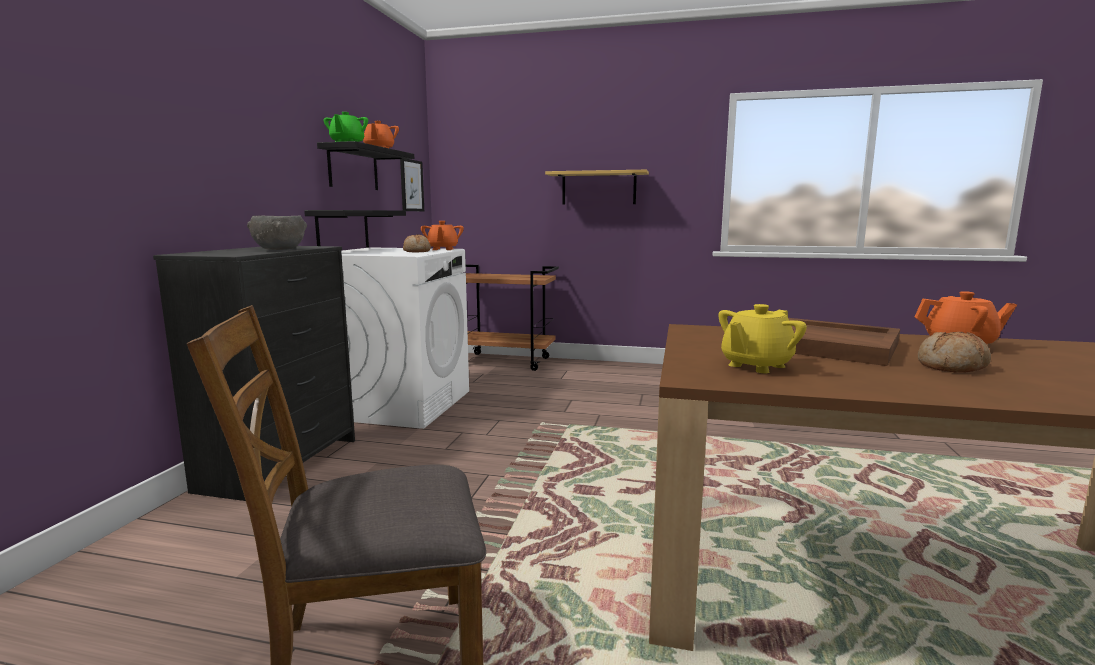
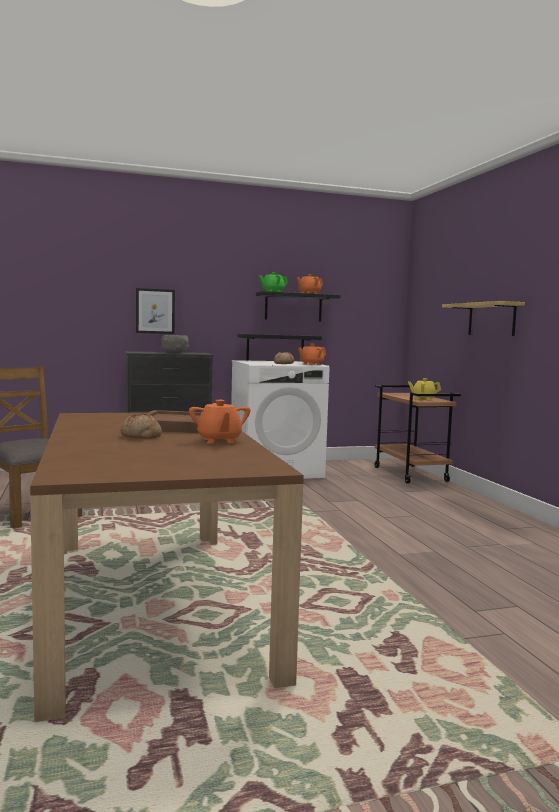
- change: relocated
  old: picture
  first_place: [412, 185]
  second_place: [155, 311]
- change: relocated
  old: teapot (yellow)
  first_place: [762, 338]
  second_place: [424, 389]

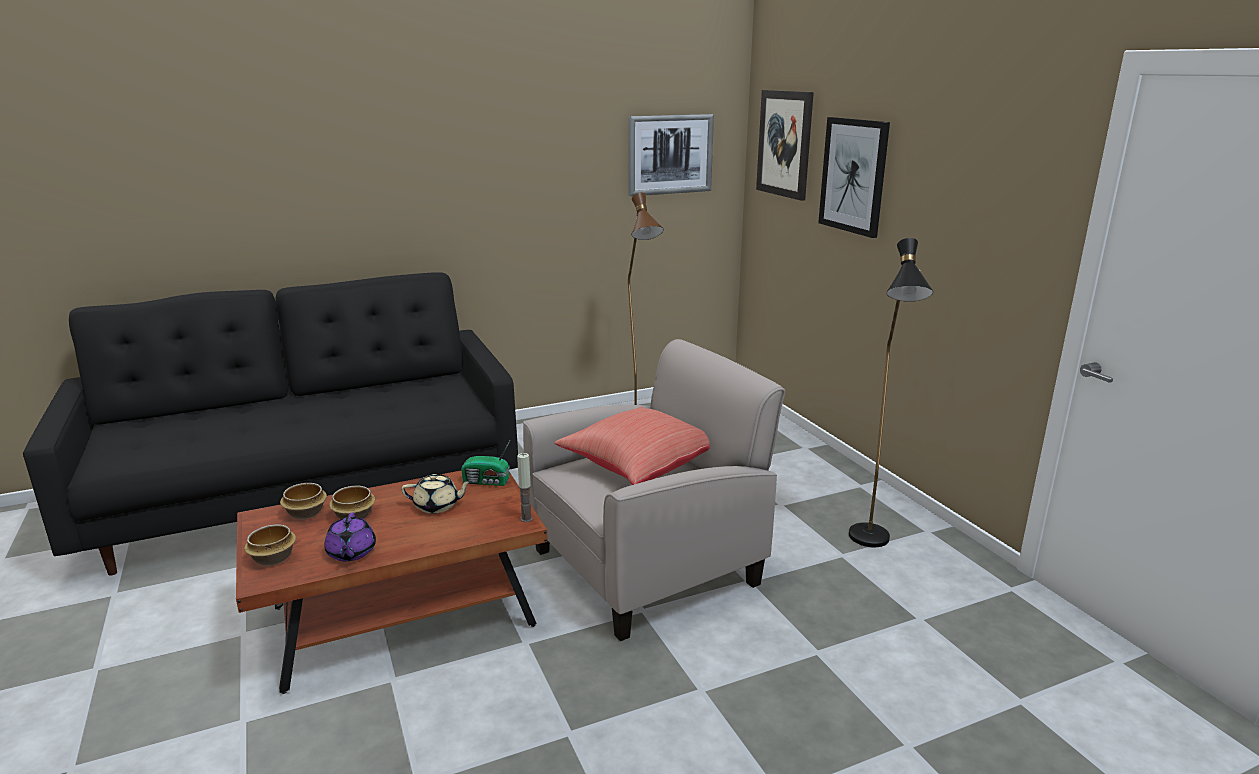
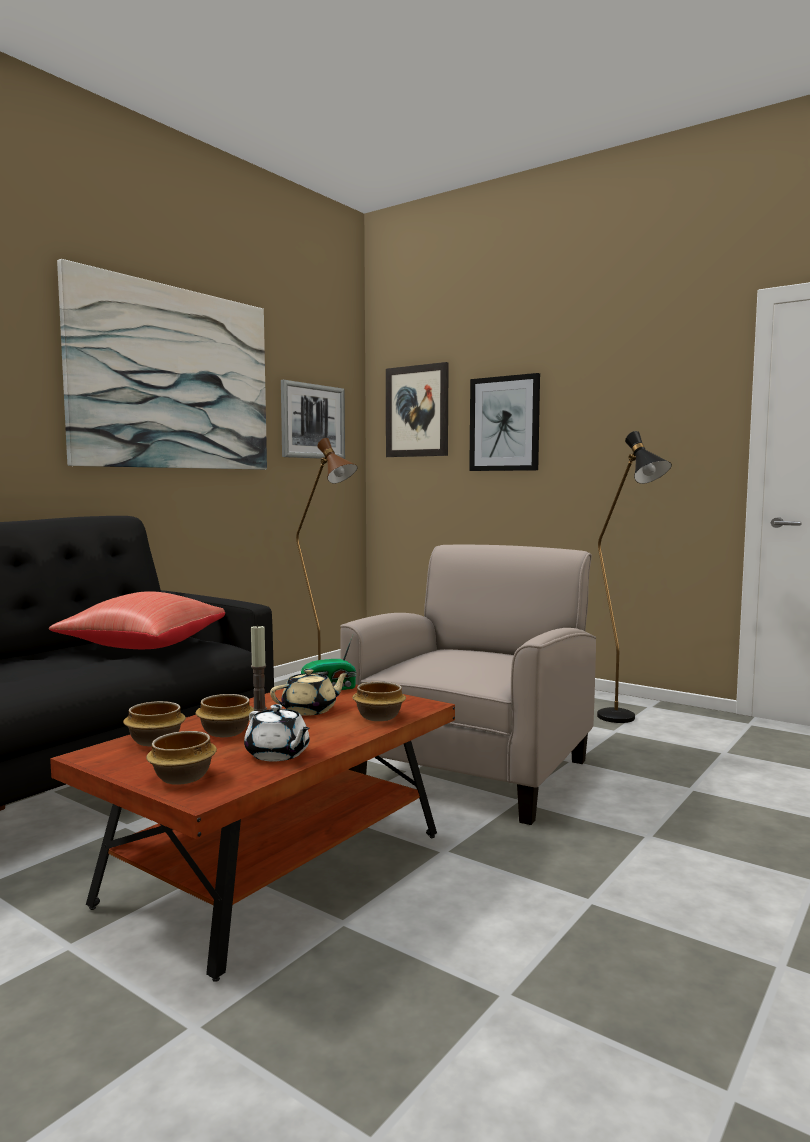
- change: relocated
  old: pillow (red)
  first_place: [632, 446]
  second_place: [137, 620]
- change: relocated
  old: candle
  first_place: [525, 487]
  second_place: [259, 667]
- change: colour
  old: teapot (purple)
  new: teapot (white)
  first_place: [350, 537]
  second_place: [277, 733]
- change: appeared
  new: picture
  second_place: [162, 364]
- change: appeared
  new: bowl
  second_place: [379, 701]

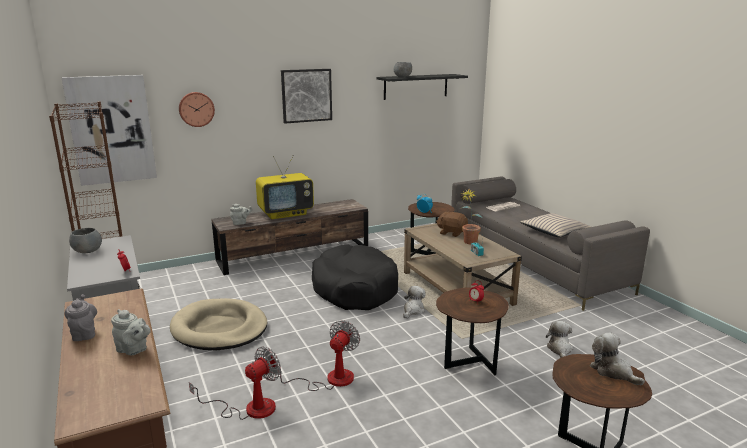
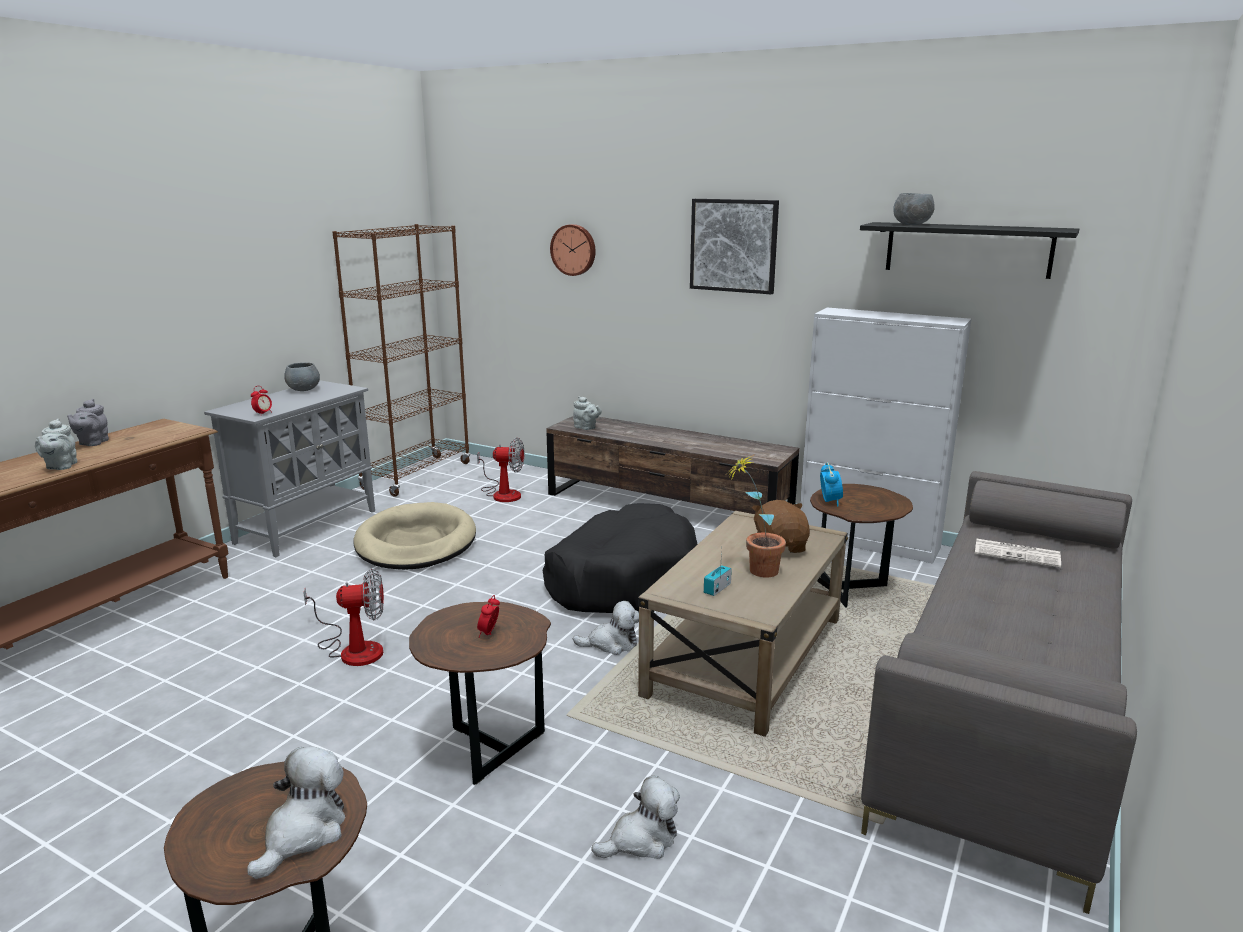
- change: missing
  old: picture
  first_place: [109, 130]
- change: missing
  old: television
  first_place: [285, 187]
- change: missing
  old: pillow (beige)
  first_place: [555, 225]
- change: spun
  old: teapot (grey)
  first_place: [80, 317]
  second_place: [88, 422]
  degrees: 150
- change: relocated
  old: fan
  first_place: [235, 383]
  second_place: [500, 470]
- change: appeared
  new: cabinet (white)
  second_place: [886, 436]

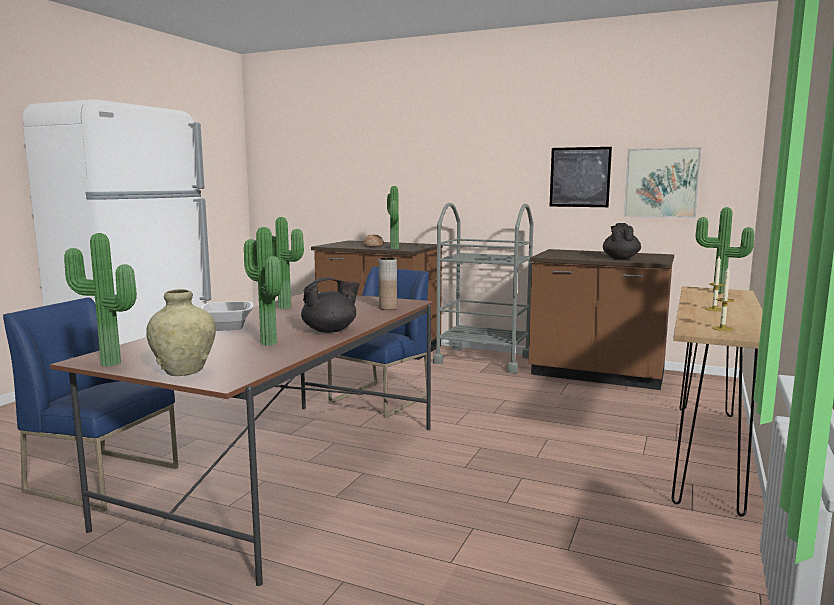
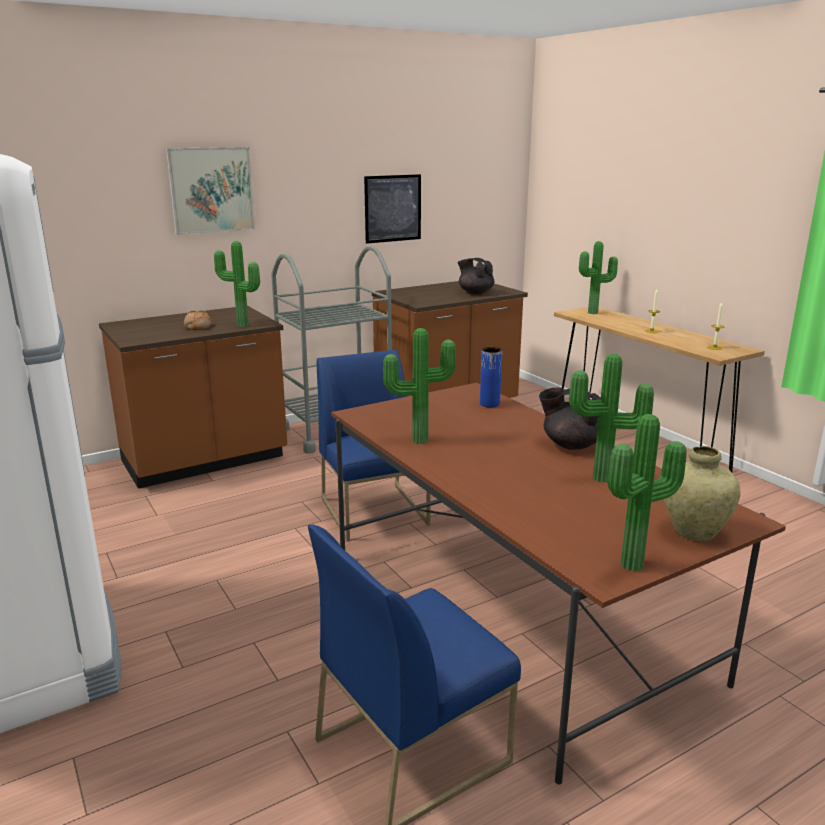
- change: relocated
  old: picture
  first_place: [663, 182]
  second_place: [210, 191]
- change: colour
  old: vase (brown)
  new: vase (blue)
  first_place: [388, 283]
  second_place: [491, 377]
- change: spun
  old: teapot (black)
  first_place: [330, 305]
  second_place: [570, 419]
  degrees: -75
- change: missing
  old: bowl
  first_place: [227, 316]

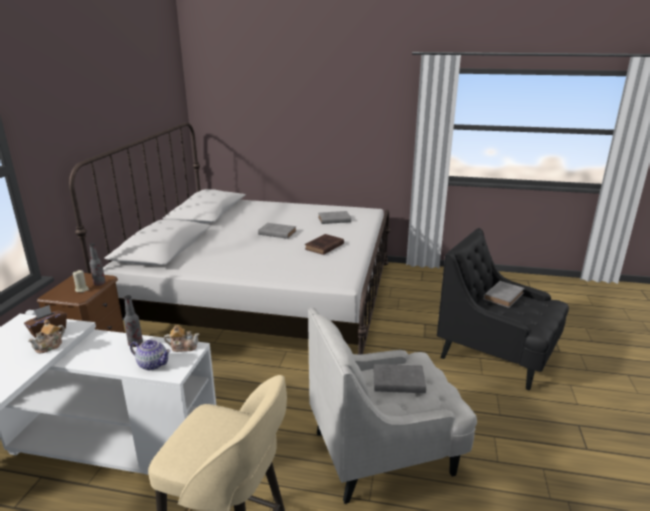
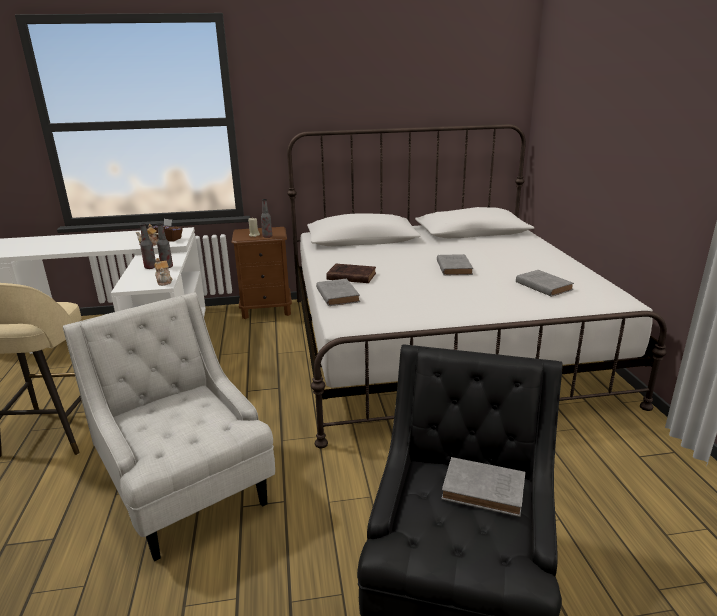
- change: relocated
  old: book (brown)
  first_place: [324, 244]
  second_place: [351, 273]
- change: missing
  old: teapot
  first_place: [150, 355]
- change: relocated
  old: book (grey)
  first_place: [400, 378]
  second_place: [338, 292]
- change: appeared
  new: bottle
  second_place: [148, 246]

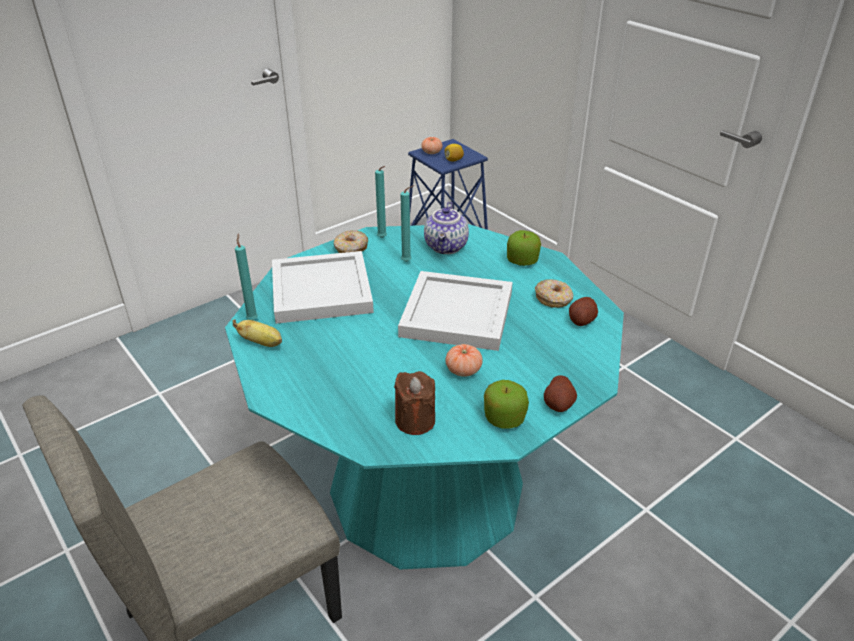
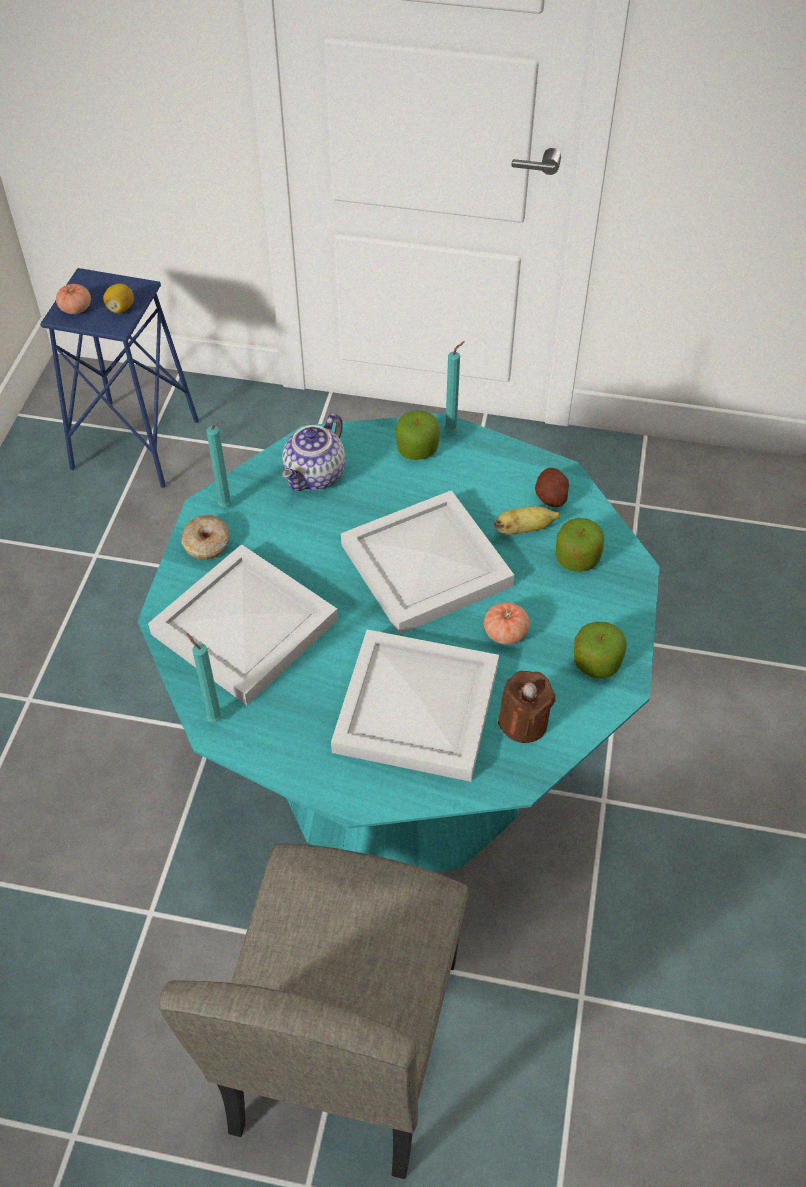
- change: relocated
  old: candle (turquoise)
  first_place: [407, 223]
  second_place: [454, 387]
- change: spun
  old: teapot
  first_place: [446, 227]
  second_place: [313, 452]
  degrees: 60
- change: missing
  old: donut
  first_place: [554, 293]
- change: relocated
  old: banana
  first_place: [257, 333]
  second_place: [527, 520]
- change: missing
  old: potato
  first_place: [560, 393]
- change: appeared
  new: apple
  second_place: [580, 545]
- change: appeared
  new: tray (white)
  second_place: [415, 706]

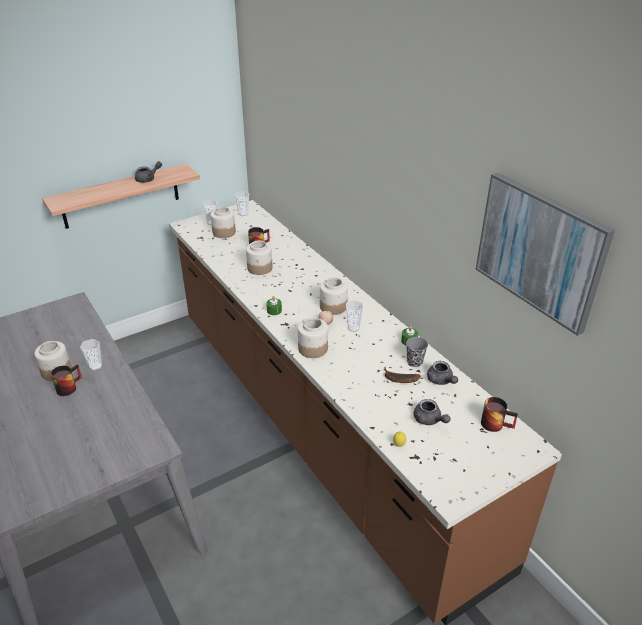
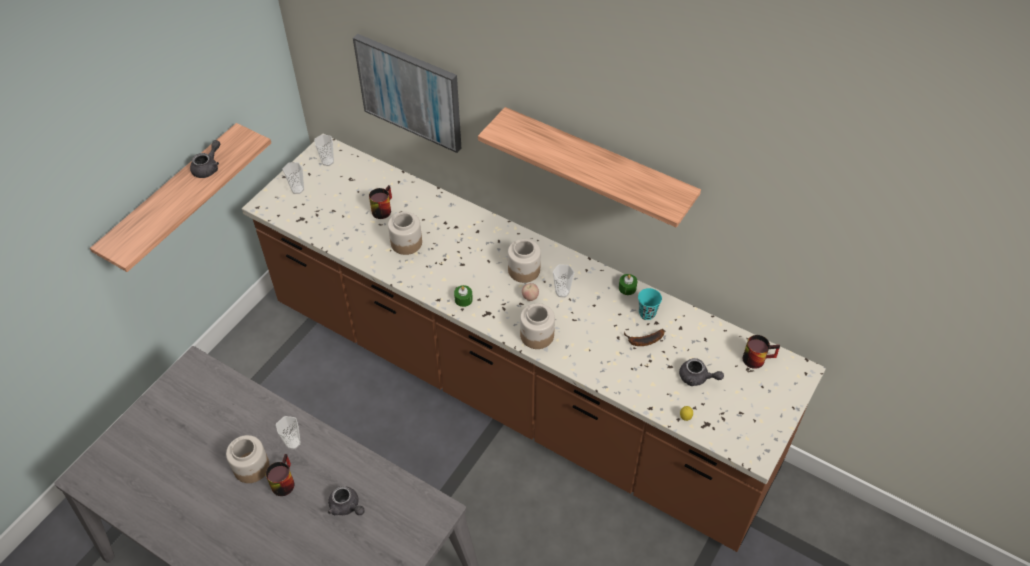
- change: relocated
  old: picture
  first_place: [545, 254]
  second_place: [407, 93]
- change: missing
  old: jar
  first_place: [223, 222]
- change: colour
  old: cup (grey)
  new: cup (turquoise)
  first_place: [417, 352]
  second_place: [650, 304]
- change: relocated
  old: teapot (grey)
  first_place: [442, 373]
  second_place: [346, 500]
- change: appeared
  new: shelf
  second_place: [589, 167]

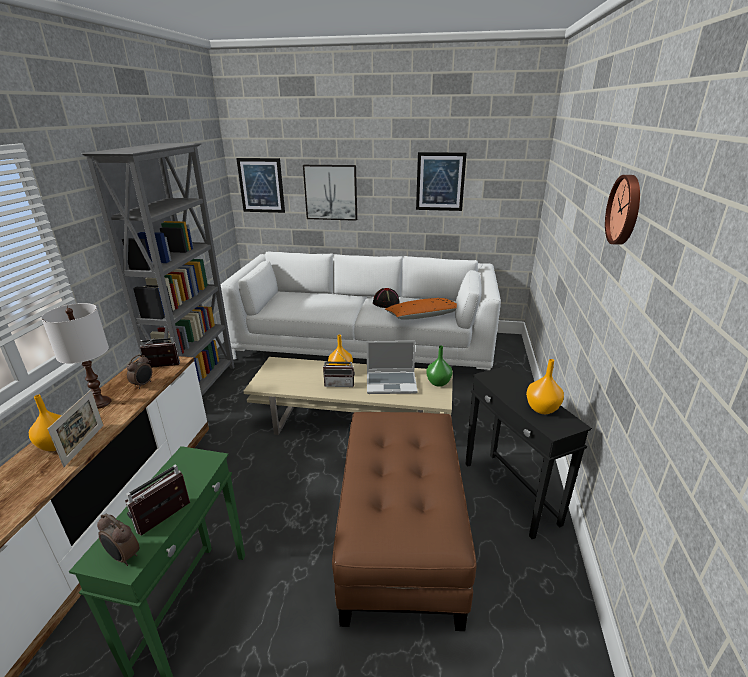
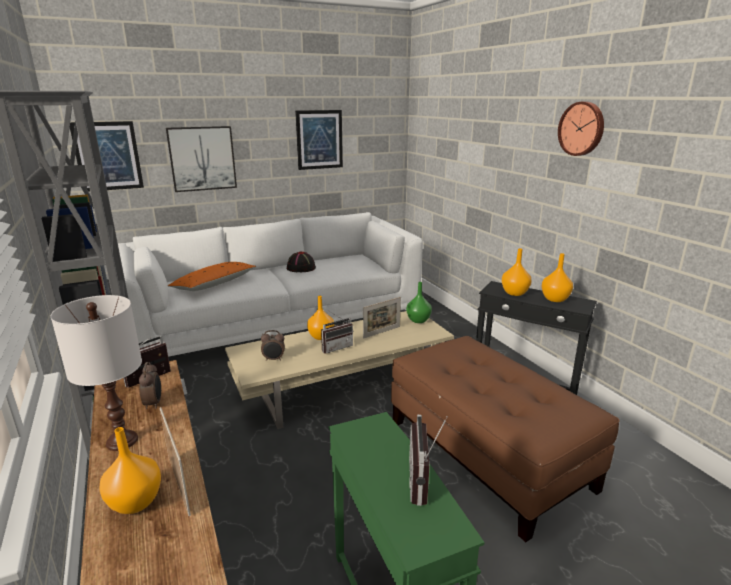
- change: relocated
  old: pillow (orange)
  first_place: [421, 308]
  second_place: [212, 276]
- change: exchanged
  old: laptop
  new: picture frame
  first_place: [392, 367]
  second_place: [382, 318]
- change: relocated
  old: alarm clock
  first_place: [118, 540]
  second_place: [273, 345]
- change: appeared
  new: vase (orange)
  second_place: [517, 272]

